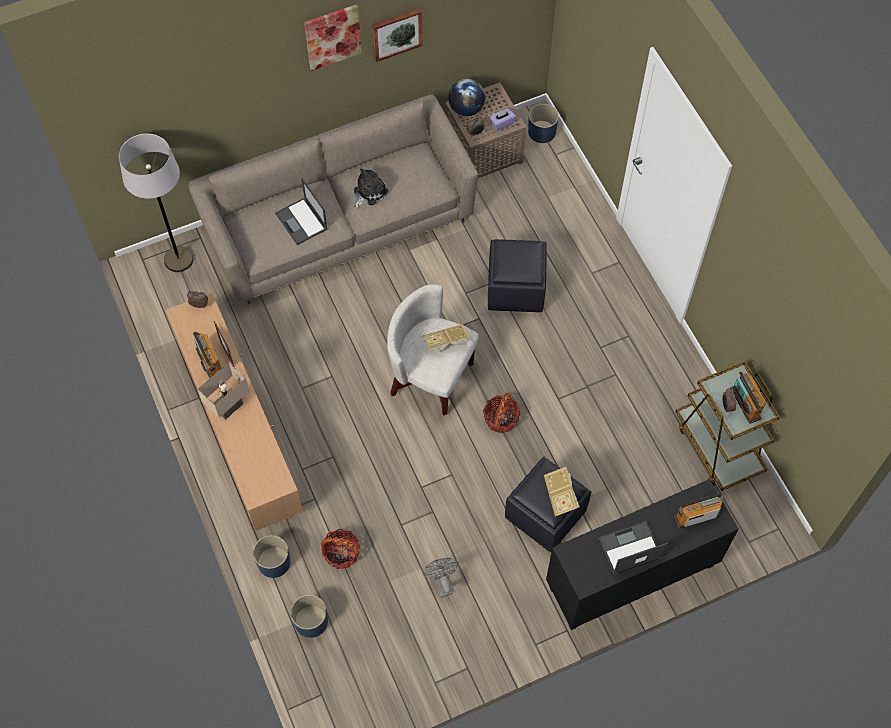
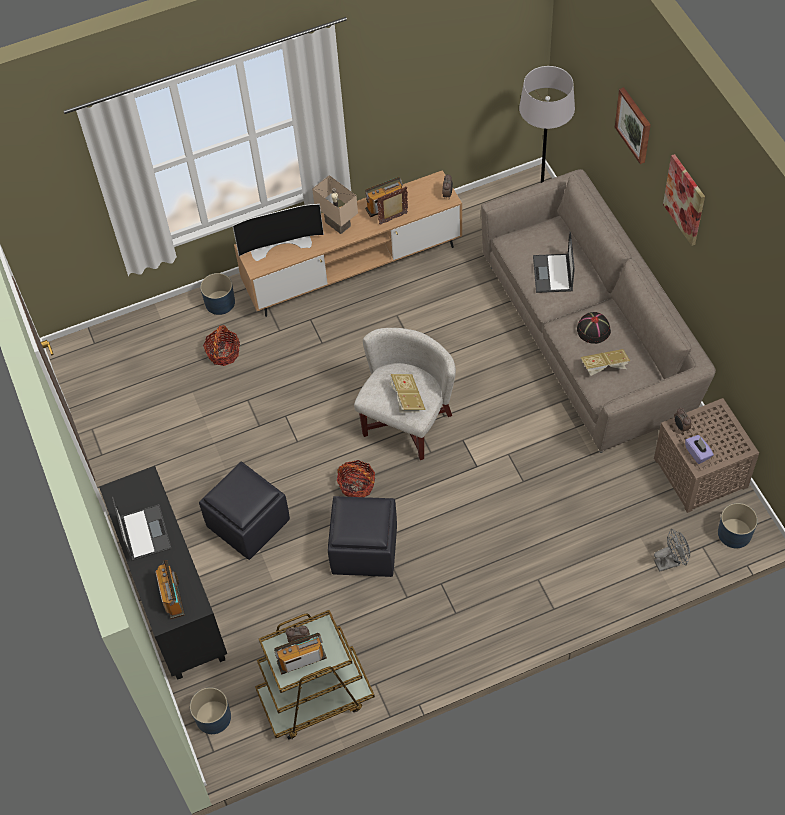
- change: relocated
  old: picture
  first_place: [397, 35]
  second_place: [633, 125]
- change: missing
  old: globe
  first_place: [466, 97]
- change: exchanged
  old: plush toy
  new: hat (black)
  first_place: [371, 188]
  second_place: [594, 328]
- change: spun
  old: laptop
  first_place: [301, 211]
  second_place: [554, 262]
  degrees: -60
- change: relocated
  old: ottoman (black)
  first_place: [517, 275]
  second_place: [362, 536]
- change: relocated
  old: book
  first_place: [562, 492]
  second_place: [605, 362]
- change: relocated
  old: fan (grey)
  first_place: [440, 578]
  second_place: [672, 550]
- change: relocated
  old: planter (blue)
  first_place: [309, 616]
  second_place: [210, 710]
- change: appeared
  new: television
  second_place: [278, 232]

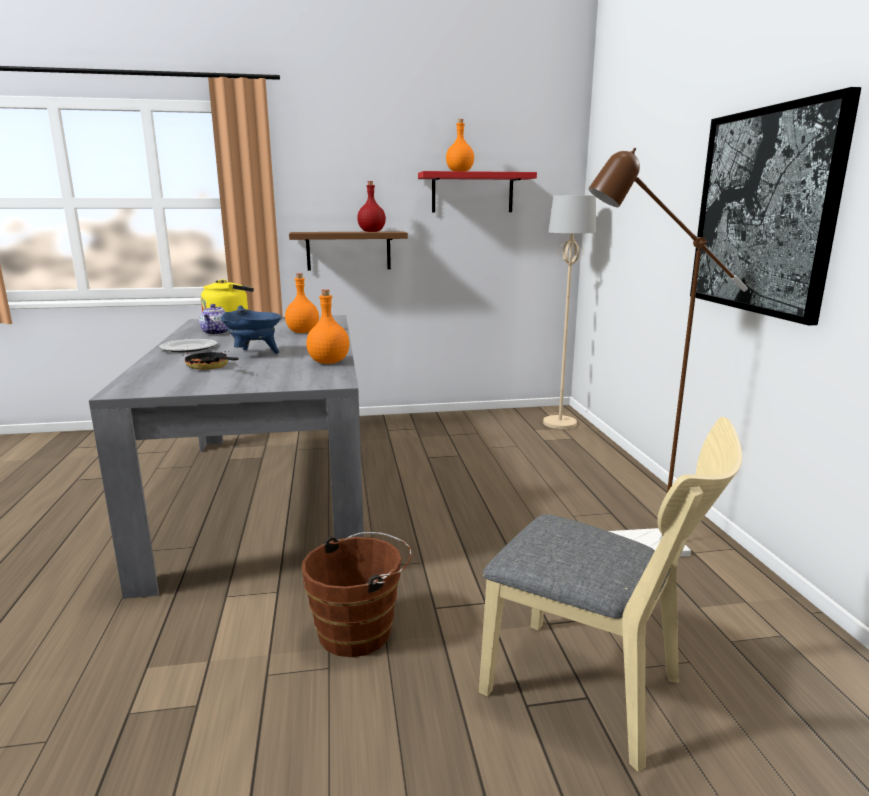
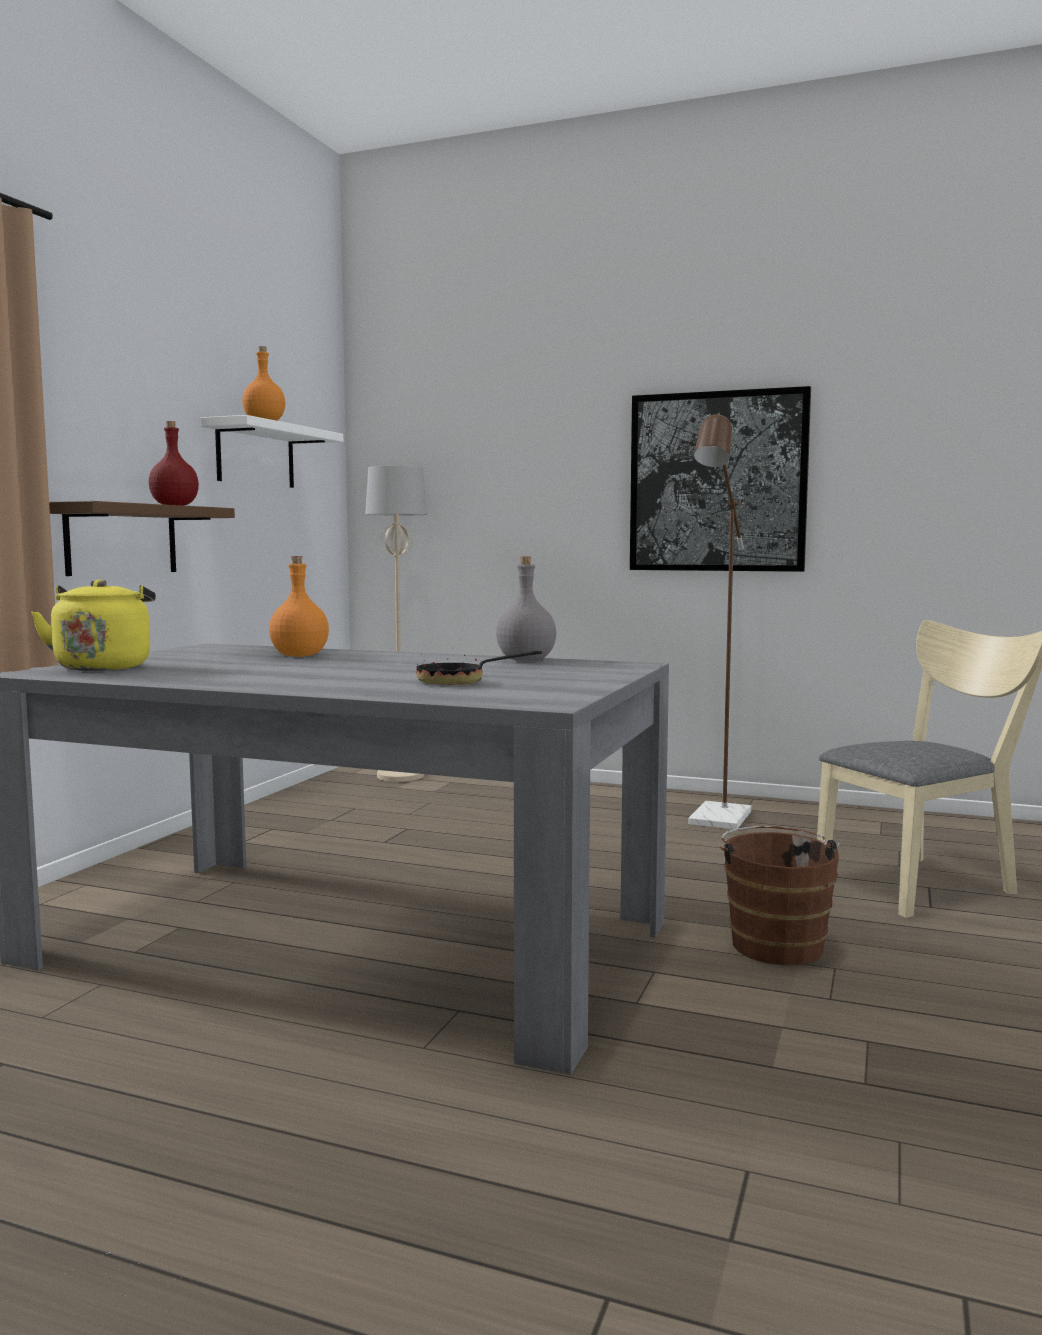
- change: colour
  old: shelf (red)
  new: shelf (white)
  first_place: [477, 191]
  second_place: [272, 451]
- change: colour
  old: bottle (orange)
  new: bottle (grey)
  first_place: [327, 326]
  second_place: [526, 609]
- change: missing
  old: teapot
  first_place: [213, 319]
- change: missing
  old: cooking pot (blue)
  first_place: [251, 329]
- change: missing
  old: plate
  first_place: [188, 345]

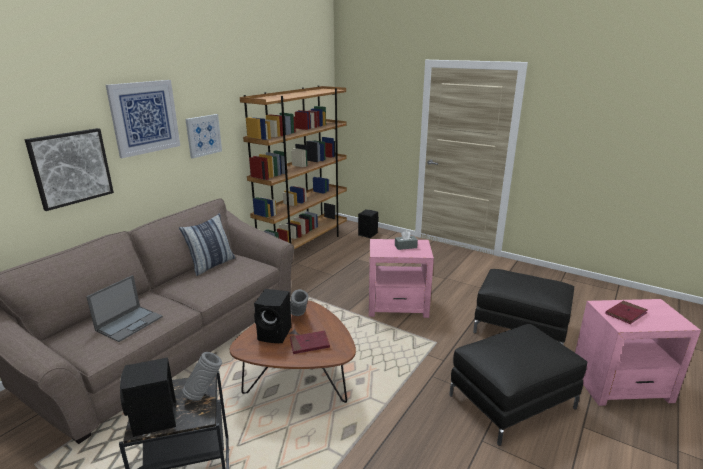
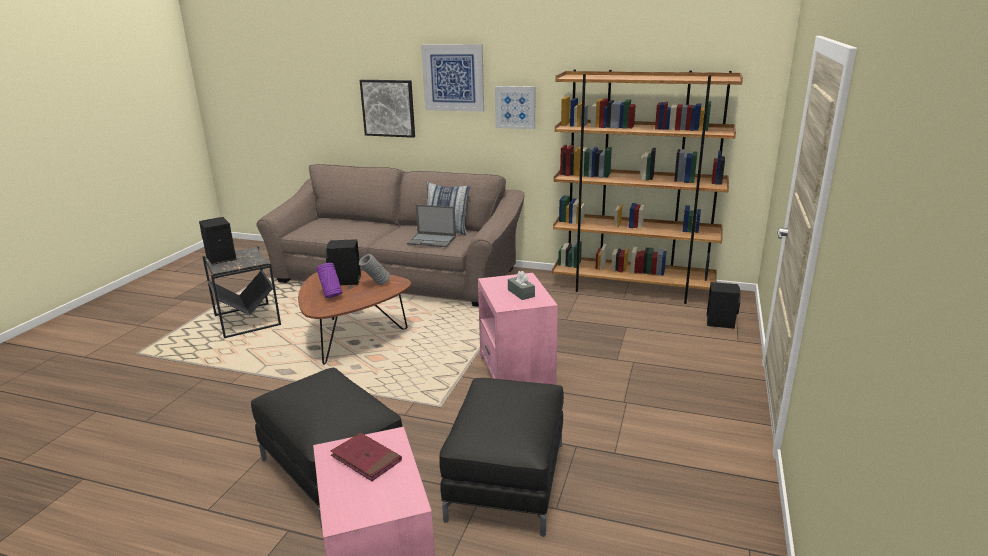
- change: relocated
  old: laptop
  first_place: [124, 308]
  second_place: [431, 225]
- change: exchanged
  old: book (red)
  new: vase (purple)
  first_place: [310, 342]
  second_place: [329, 280]
- change: missing
  old: vase (grey)
  first_place: [202, 376]

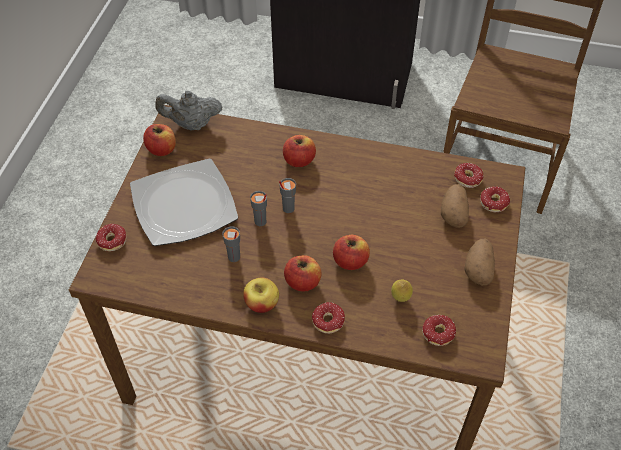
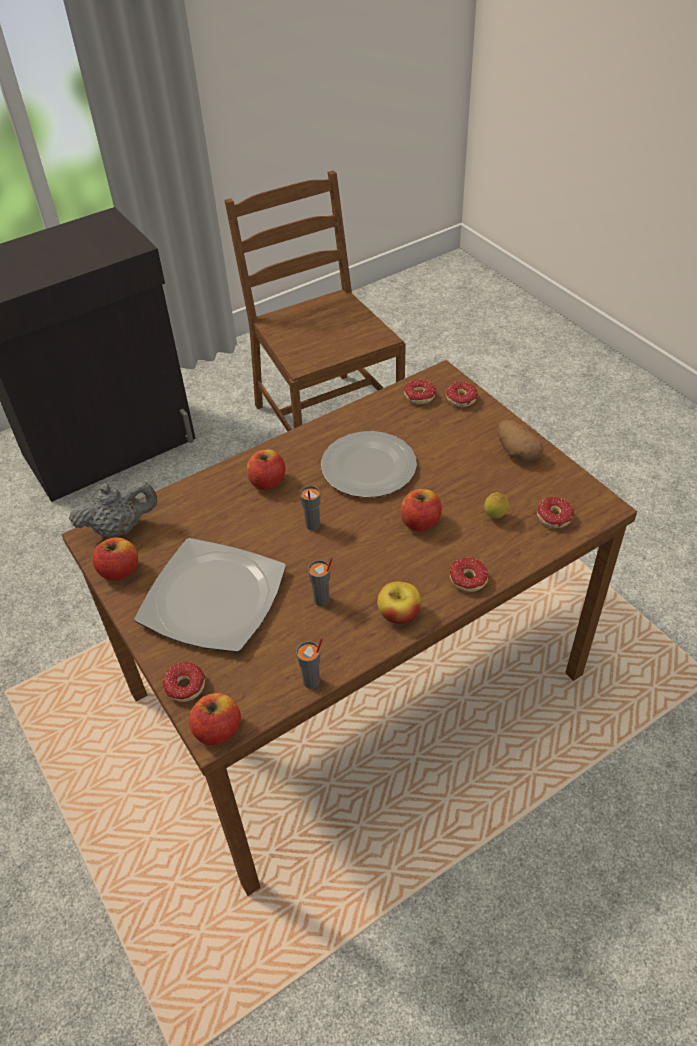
- change: spun
  old: teapot (grey)
  first_place: [188, 111]
  second_place: [113, 509]
  degrees: -150
- change: missing
  old: potato
  first_place: [455, 206]
- change: relocated
  old: cup (grey)
  first_place: [258, 208]
  second_place: [309, 663]
- change: relocated
  old: apple
  first_place: [303, 273]
  second_place: [215, 719]
- change: appeared
  new: plate
  second_place: [369, 464]

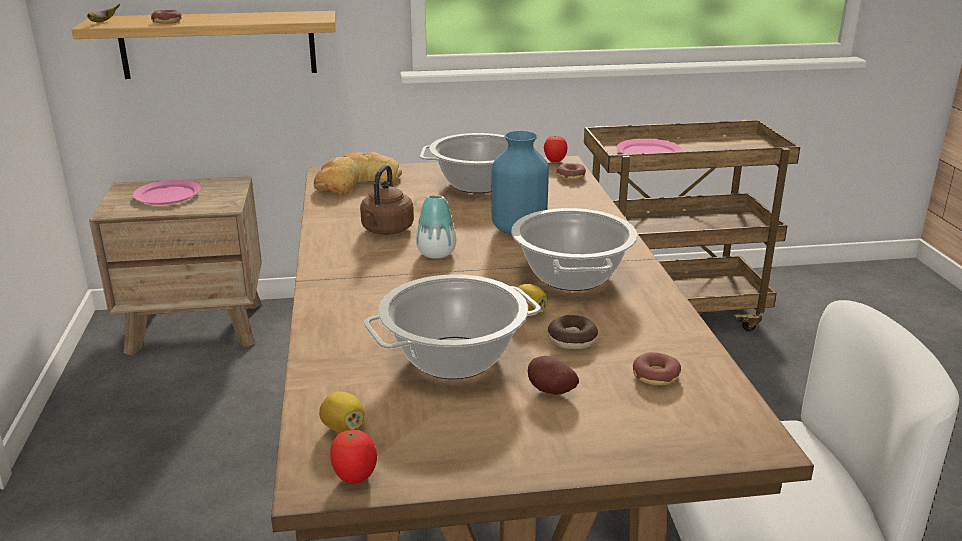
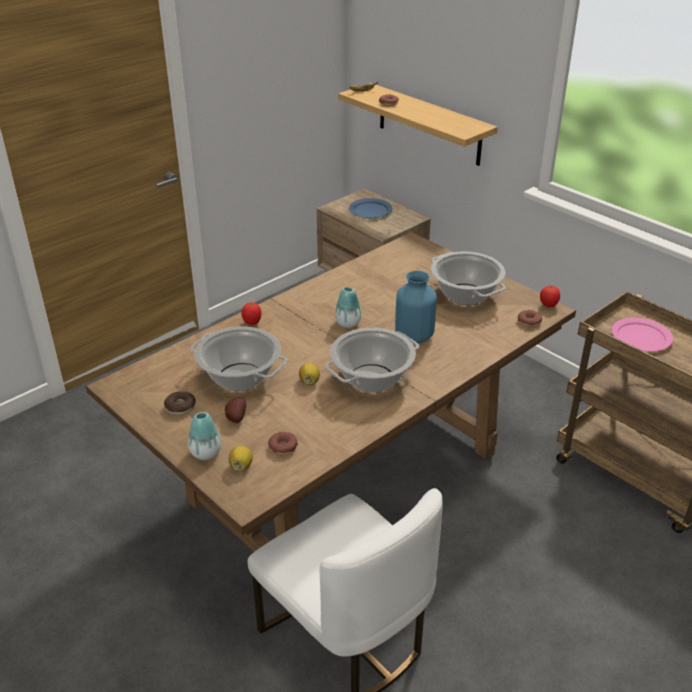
- change: missing
  old: bread
  first_place: [358, 173]
- change: missing
  old: kettle (brown)
  first_place: [387, 200]
- change: colour
  old: plate (pink)
  new: plate (blue)
  first_place: [167, 192]
  second_place: [370, 208]
- change: relocated
  old: donut
  first_place: [573, 332]
  second_place: [180, 403]
- change: relocated
  old: lemon
  first_place: [341, 412]
  second_place: [241, 458]
- change: relocated
  old: tomato
  first_place: [353, 456]
  second_place: [251, 313]
- change: appeared
  new: vase
  second_place: [204, 436]

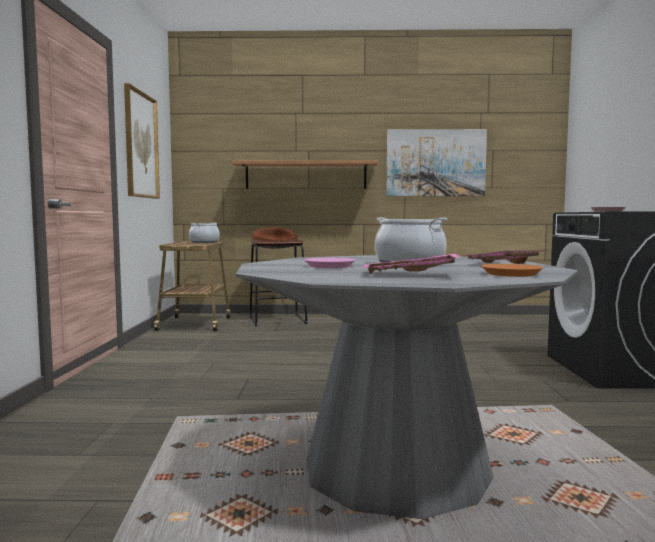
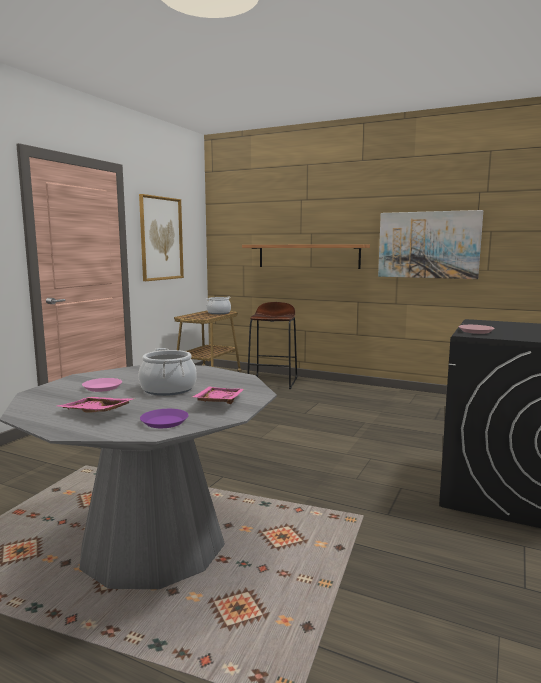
- change: colour
  old: plate (orange)
  new: plate (purple)
  first_place: [512, 270]
  second_place: [164, 418]

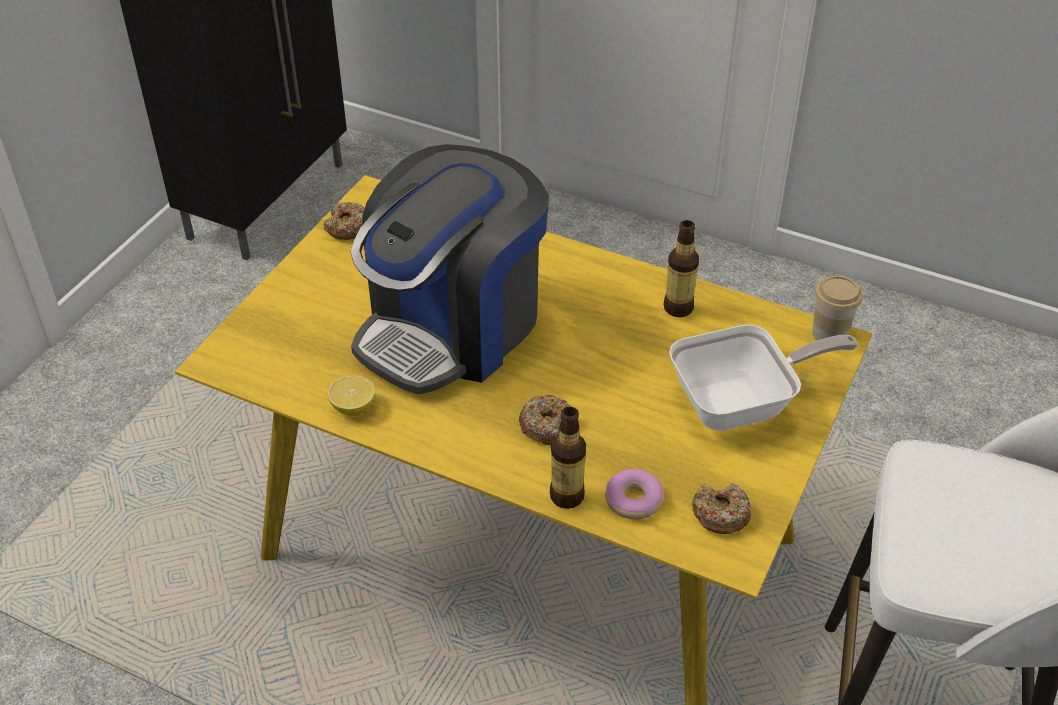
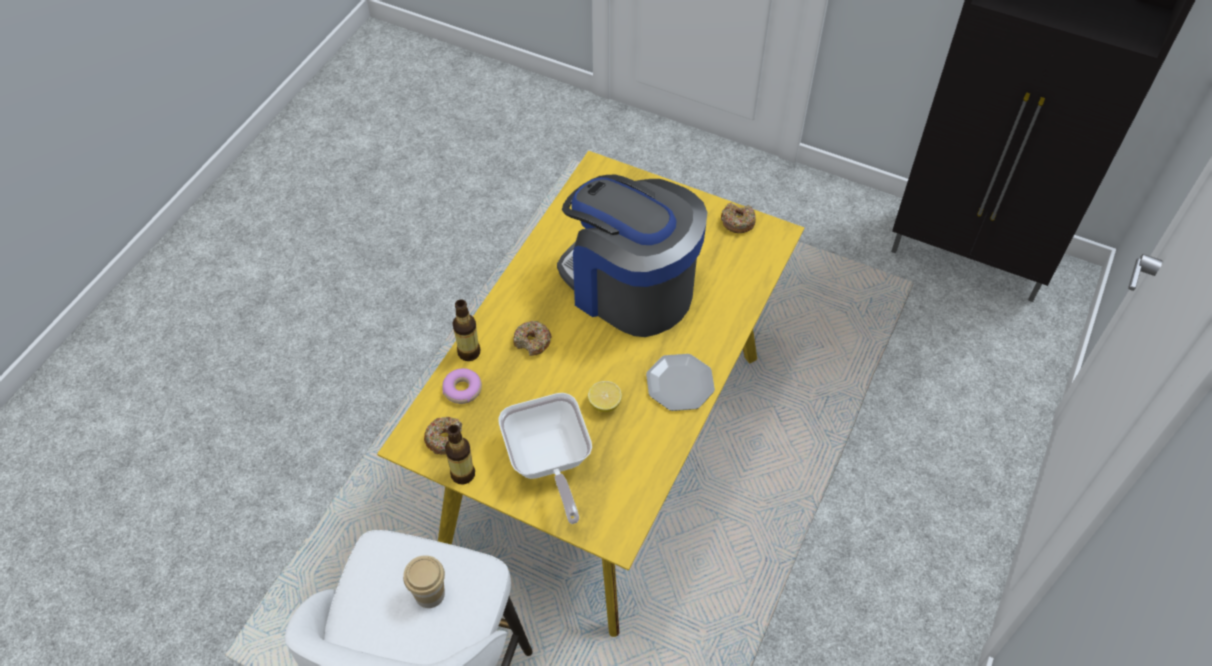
- change: relocated
  old: bottle
  first_place: [681, 268]
  second_place: [460, 455]
- change: relocated
  old: cup
  first_place: [837, 308]
  second_place: [424, 581]
- change: relocated
  old: lemon
  first_place: [351, 395]
  second_place: [605, 396]
- change: appeared
  new: plate
  second_place: [680, 382]

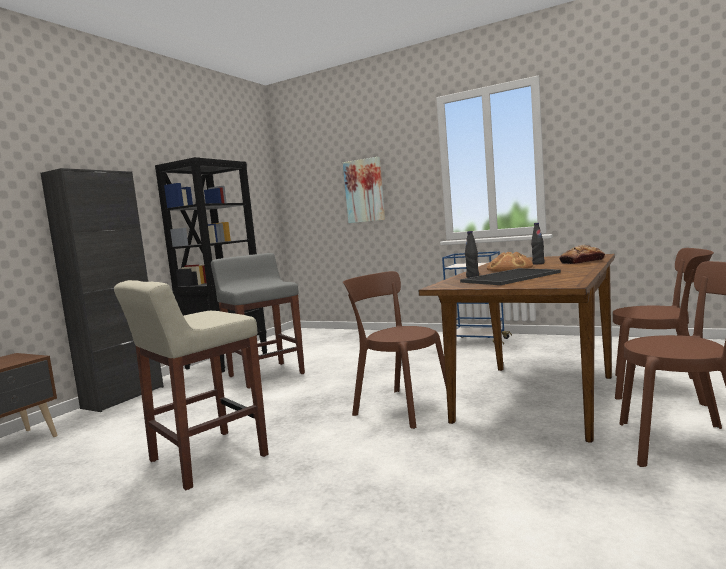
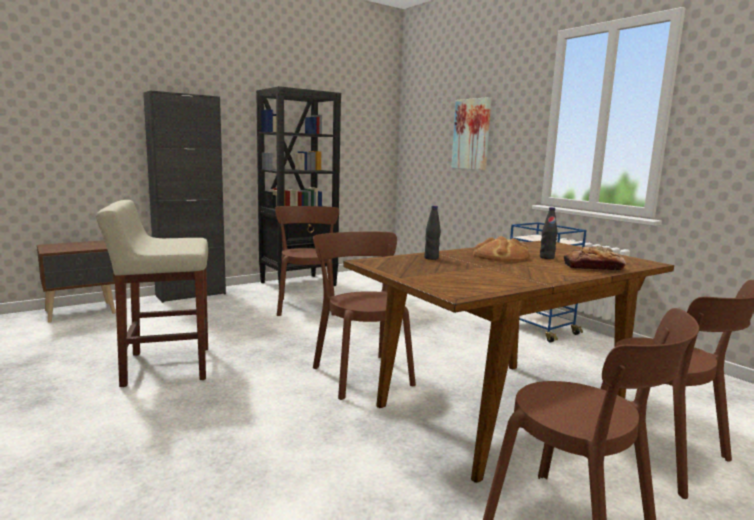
- change: exchanged
  old: stool (grey)
  new: chair (brown)
  first_place: [258, 321]
  second_place: [307, 261]
- change: missing
  old: tray
  first_place: [510, 276]

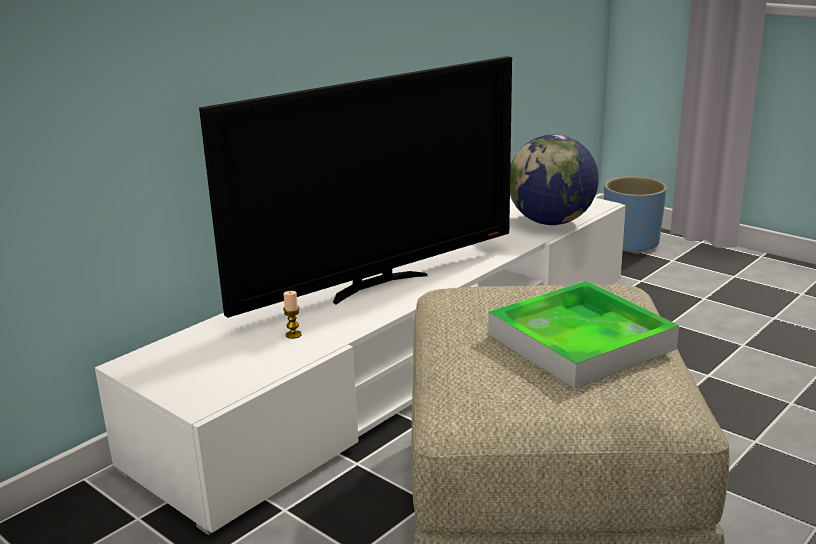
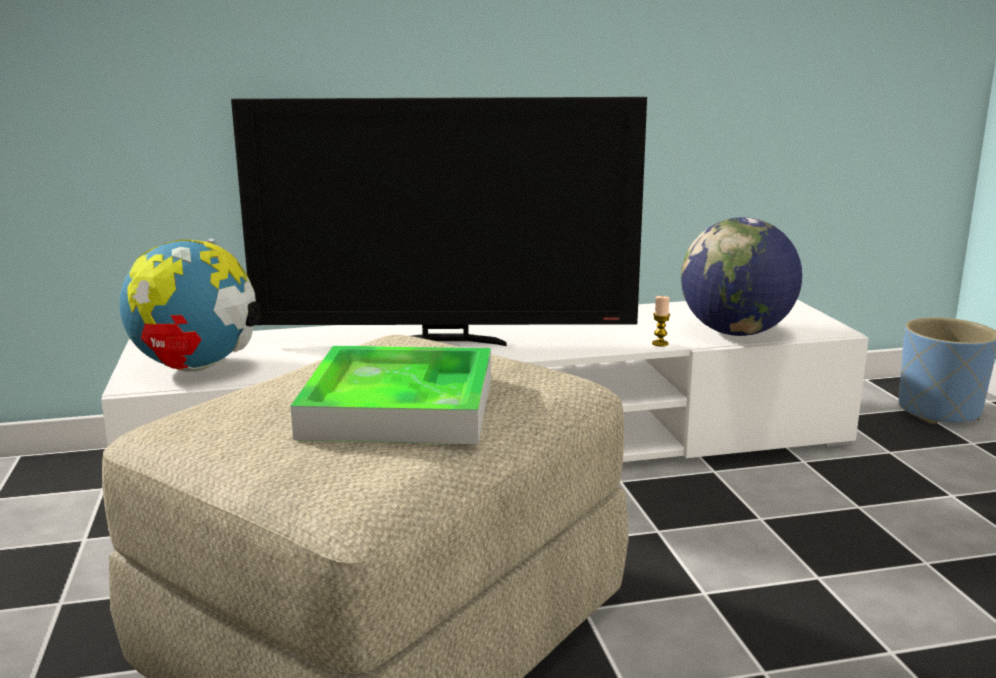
- change: relocated
  old: candle
  first_place: [292, 315]
  second_place: [661, 321]
- change: appeared
  new: globe
  second_place: [189, 305]

